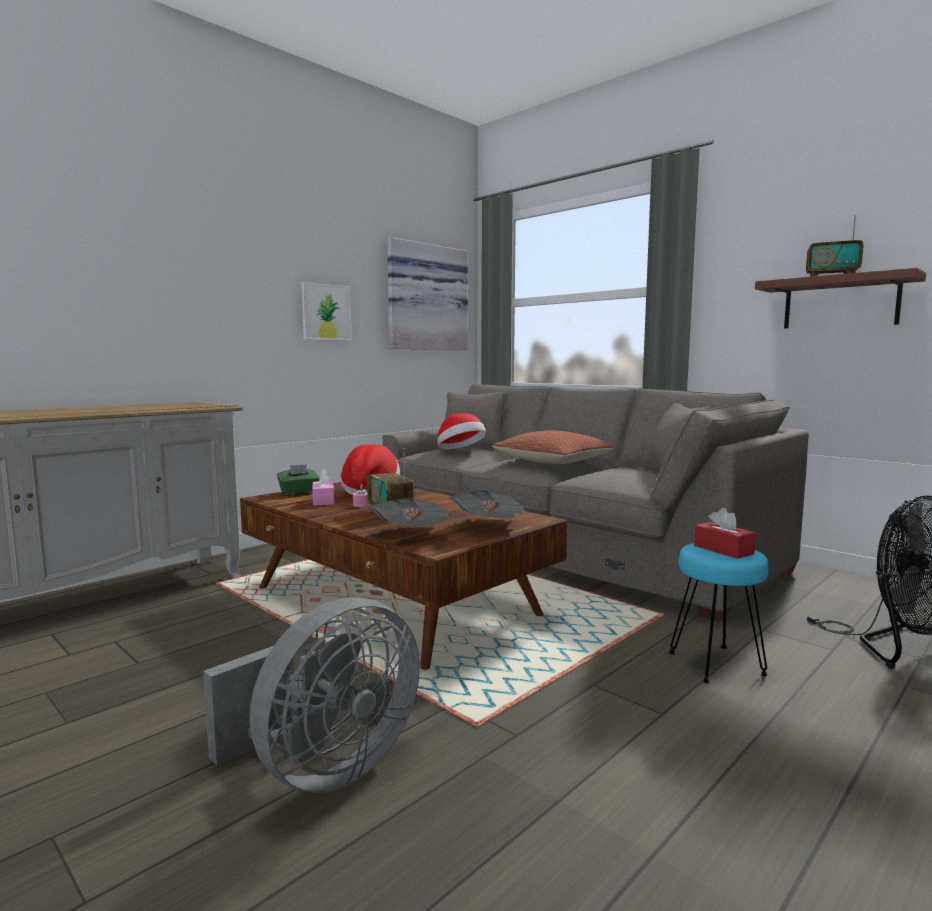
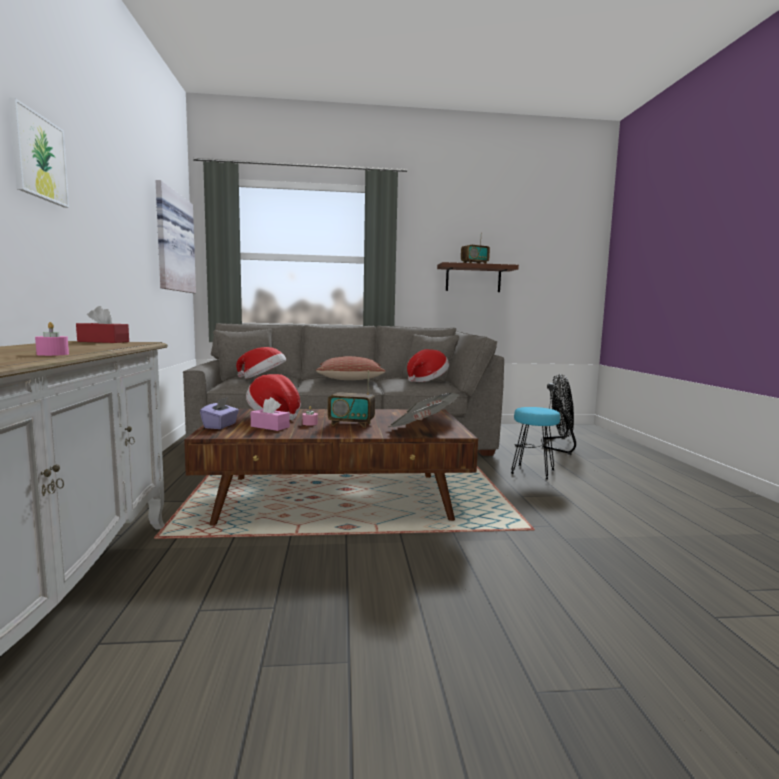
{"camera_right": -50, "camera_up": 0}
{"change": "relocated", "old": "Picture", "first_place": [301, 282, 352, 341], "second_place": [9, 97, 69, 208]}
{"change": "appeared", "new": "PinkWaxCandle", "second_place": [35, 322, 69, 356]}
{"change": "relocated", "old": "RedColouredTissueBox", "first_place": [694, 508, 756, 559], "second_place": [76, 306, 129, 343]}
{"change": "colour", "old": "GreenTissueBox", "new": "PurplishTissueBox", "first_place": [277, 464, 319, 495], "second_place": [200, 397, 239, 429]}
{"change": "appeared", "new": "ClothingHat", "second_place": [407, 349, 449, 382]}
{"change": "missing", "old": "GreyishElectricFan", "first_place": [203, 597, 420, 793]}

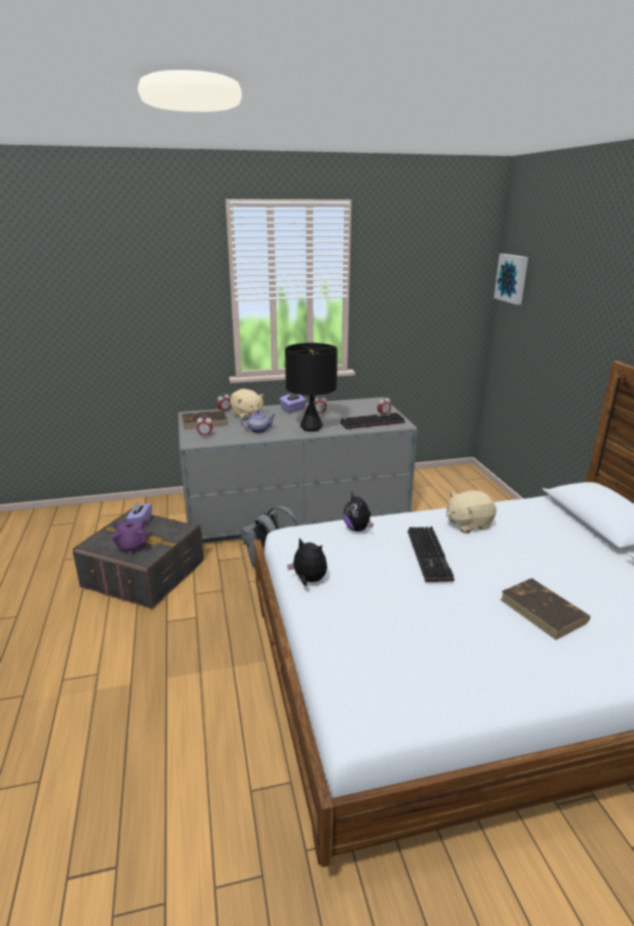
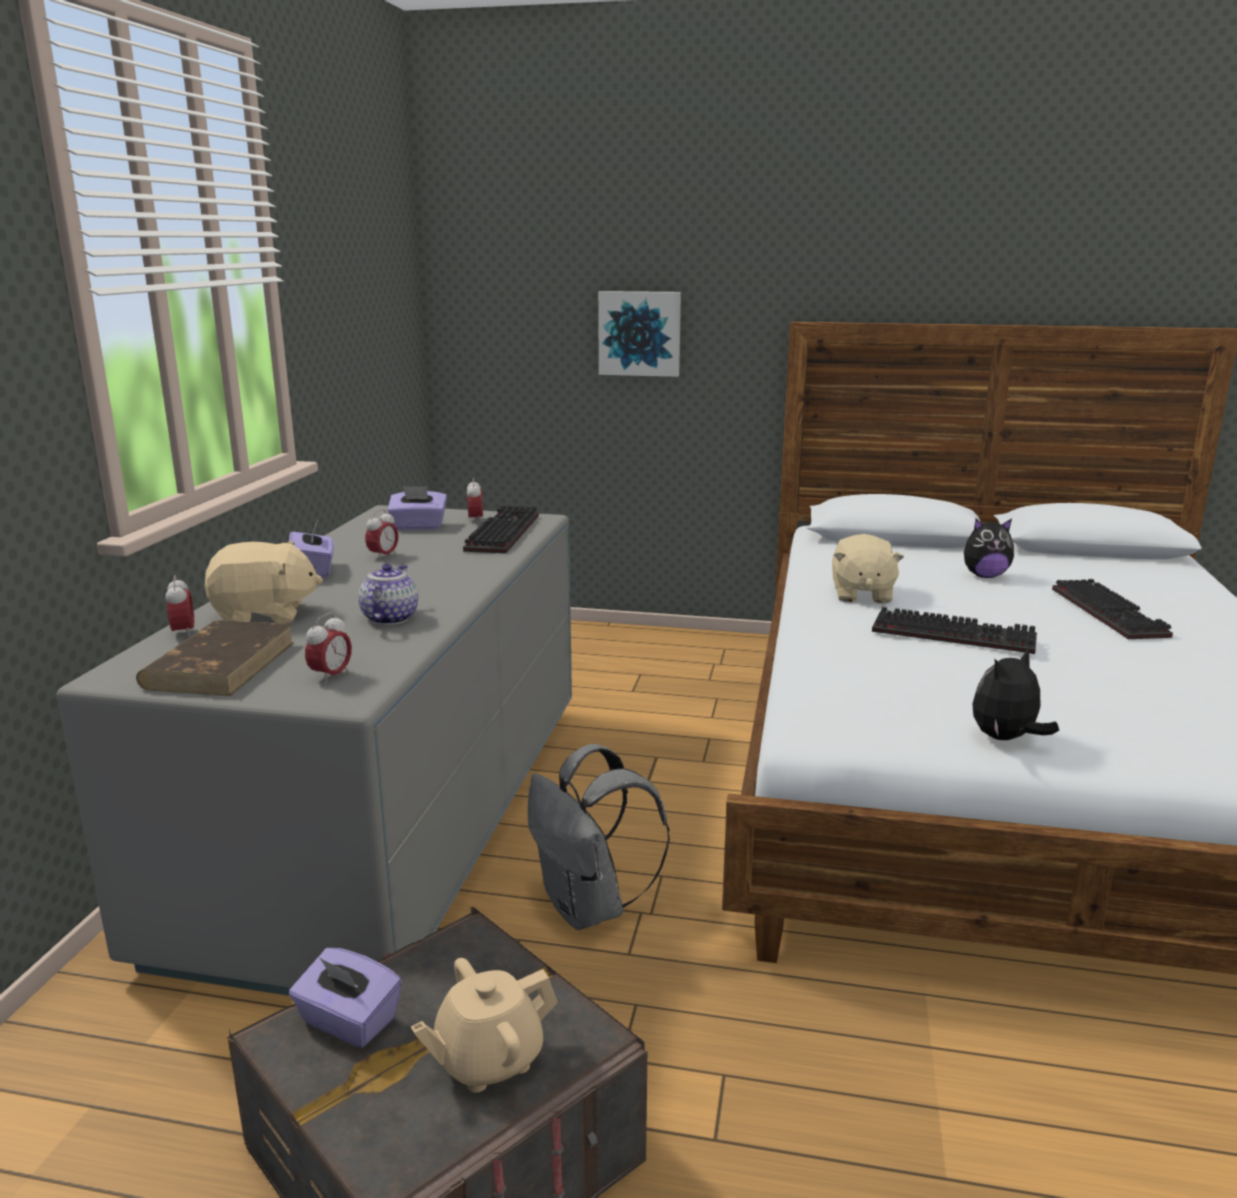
{"camera_right": -65, "camera_up": -5}
{"change": "appeared", "new": "PurplishTissueBox", "second_place": [387, 486, 447, 530]}
{"change": "colour", "old": "PurplishTeaPot", "new": "SandColouredTeaPot", "first_place": [111, 519, 148, 554], "second_place": [411, 958, 558, 1093]}
{"change": "relocated", "old": "Picture", "first_place": [494, 254, 528, 305], "second_place": [598, 291, 681, 377]}
{"change": "relocated", "old": "CuddlyToy", "first_place": [343, 491, 374, 532], "second_place": [964, 518, 1014, 578]}
{"change": "exchanged", "old": "BrownColouredBook", "new": "Keyboard", "first_place": [500, 578, 590, 640], "second_place": [1052, 579, 1173, 639]}
{"change": "missing", "old": "BlackColouredTabletopLamp", "first_place": [285, 343, 338, 432]}

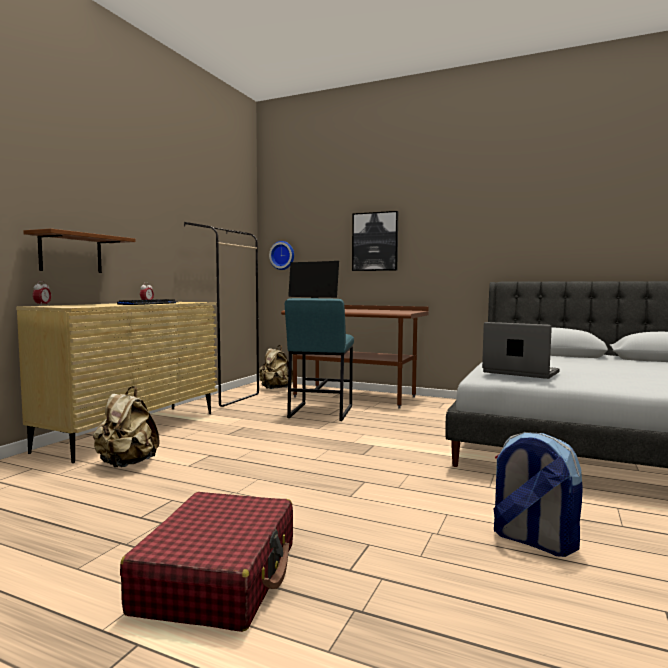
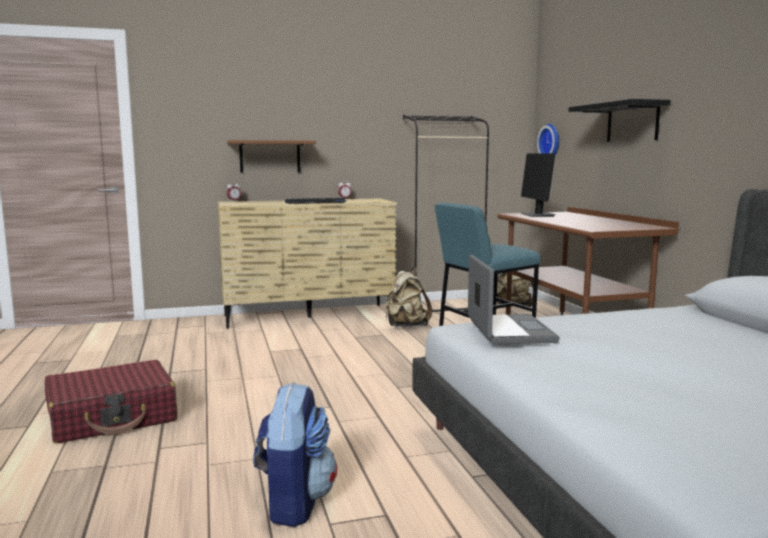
{"camera_right": 50, "camera_up": 5}
{"change": "relocated", "old": "SandColouredKnapsack", "first_place": [93, 386, 160, 467], "second_place": [386, 267, 432, 327]}
{"change": "exchanged", "old": "Picture", "new": "BlackColouredWallShelf", "first_place": [352, 211, 398, 271], "second_place": [569, 99, 671, 142]}

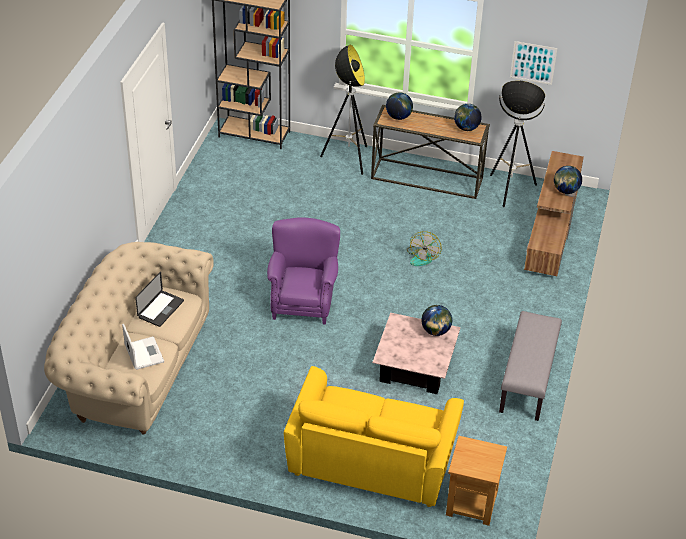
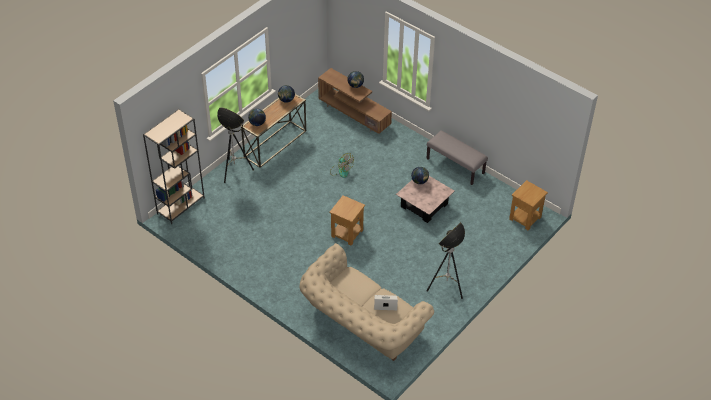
{"camera_right": -65, "camera_up": 5}
{"change": "exchanged", "old": "PurplishArmchair", "new": "BrownColouredAccentTable", "first_place": [267, 217, 340, 325], "second_place": [329, 195, 365, 246]}
{"change": "relocated", "old": "FloorLamp", "first_place": [490, 80, 545, 207], "second_place": [427, 222, 465, 299]}
{"change": "missing", "old": "PortableComputer", "first_place": [135, 272, 184, 327]}
{"change": "missing", "old": "YellowishSofa", "first_place": [284, 366, 464, 507]}
{"change": "missing", "old": "Picture", "first_place": [510, 41, 558, 85]}

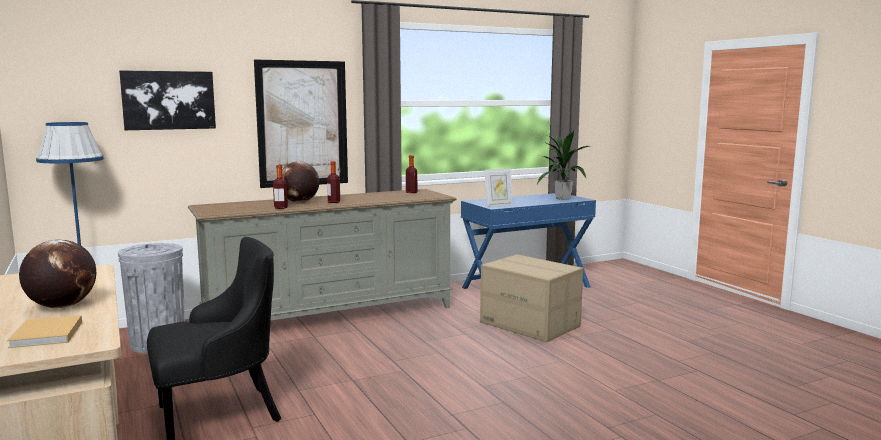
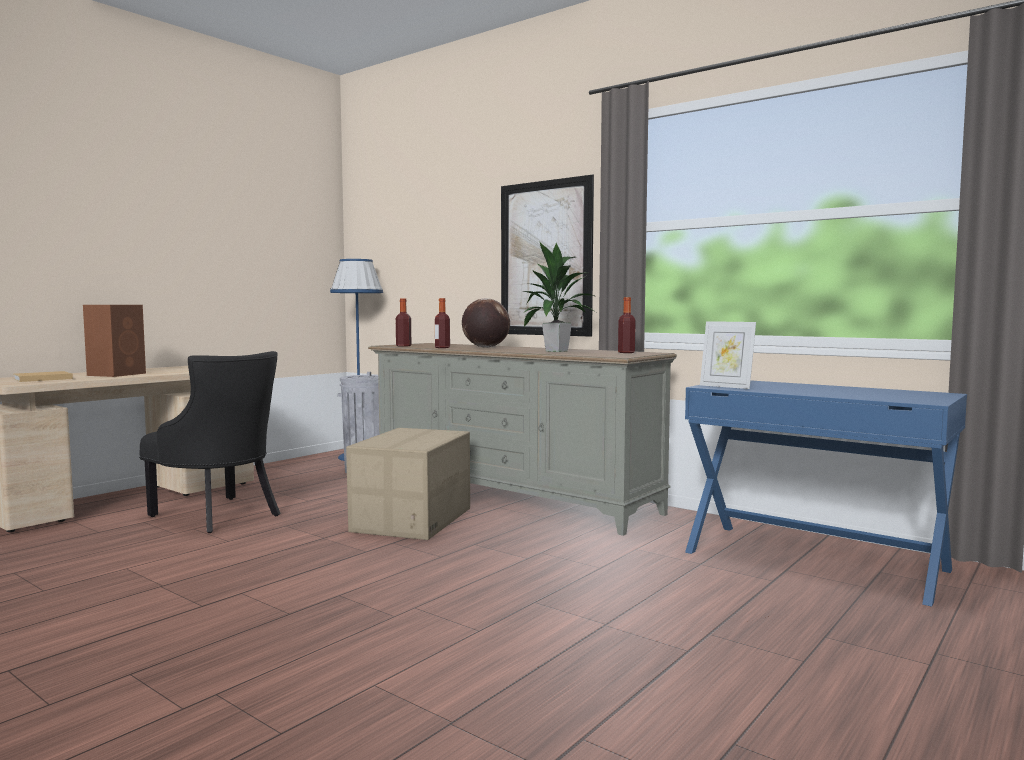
{"camera_right": 65, "camera_up": -5}
{"change": "exchanged", "old": "DeskGlobe", "new": "BrownColouredAudioSpeaker", "first_place": [19, 240, 96, 308], "second_place": [83, 305, 146, 377]}
{"change": "relocated", "old": "Carton", "first_place": [480, 254, 583, 342], "second_place": [346, 428, 470, 540]}
{"change": "relocated", "old": "BeverageBottle", "first_place": [327, 161, 340, 203], "second_place": [396, 298, 411, 347]}
{"change": "relocated", "old": "PlantInAPot", "first_place": [537, 131, 591, 200], "second_place": [520, 241, 596, 352]}
{"change": "missing", "old": "Picture", "first_place": [119, 70, 216, 130]}

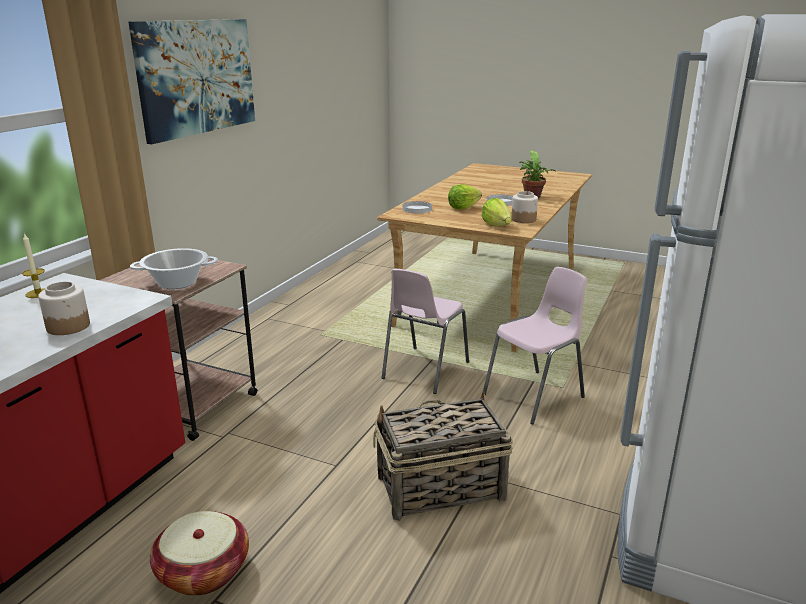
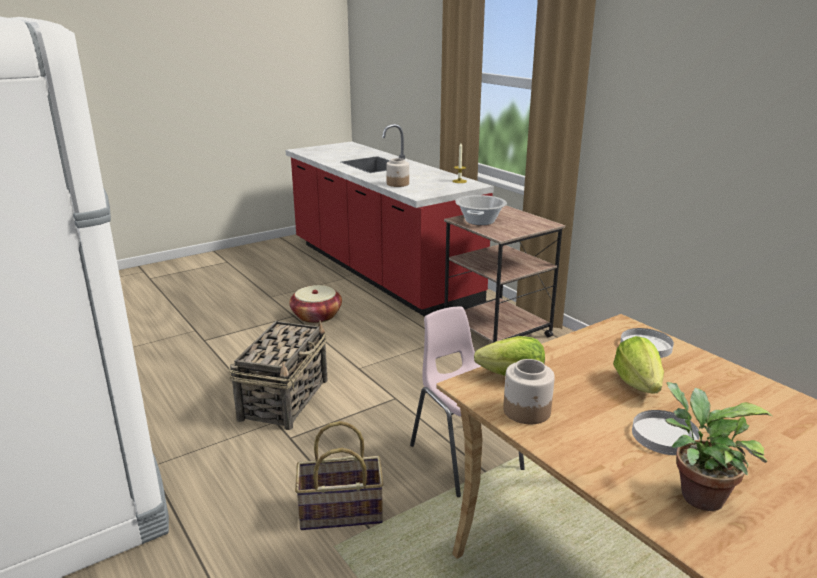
{"camera_right": 120, "camera_up": 0}
{"change": "exchanged", "old": "PinkUprightChair", "new": "Basket", "first_place": [483, 267, 587, 425], "second_place": [295, 421, 384, 530]}
{"change": "missing", "old": "Picture", "first_place": [128, 19, 255, 144]}

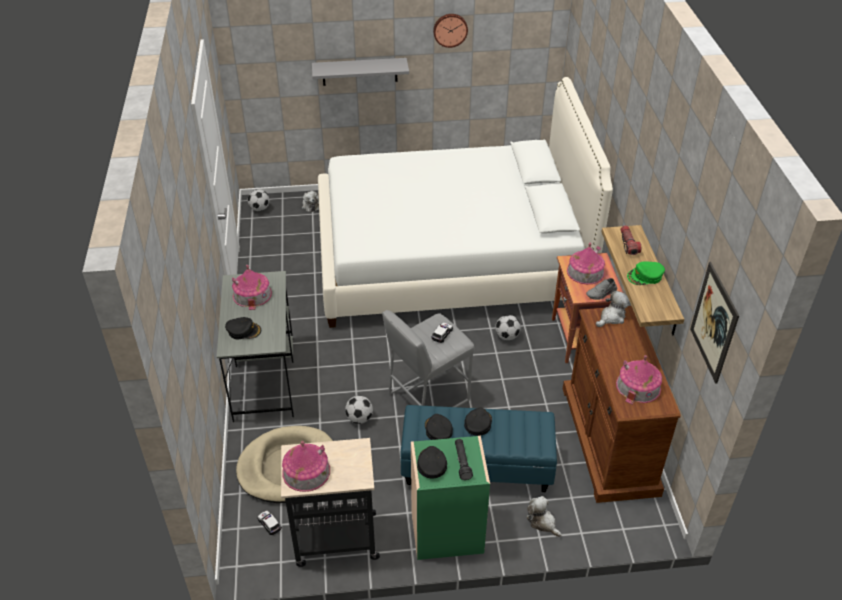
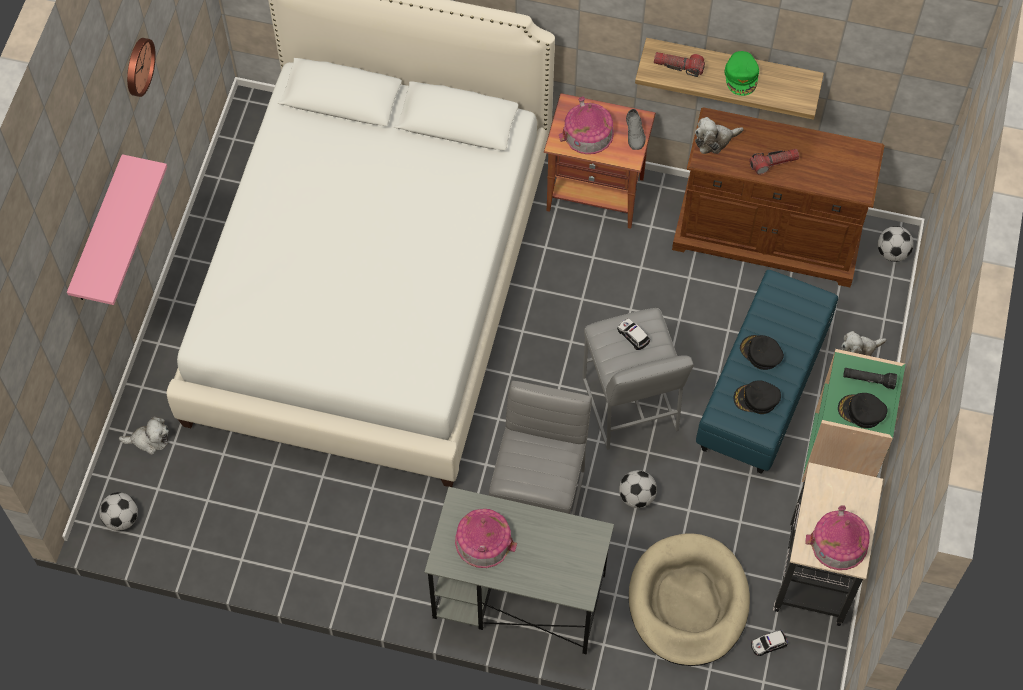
{"camera_right": -70, "camera_up": 20}
{"change": "colour", "old": "GreyishWallShelf", "new": "PinkWallShelf", "first_place": [312, 58, 409, 86], "second_place": [67, 154, 167, 305]}
{"change": "appeared", "new": "GreyishSittingStool", "second_place": [489, 381, 592, 515]}
{"change": "spun", "old": "CuddlyToy", "first_place": [596, 291, 630, 327], "second_place": [695, 117, 744, 154], "degrees": -90}
{"change": "appeared", "new": "HandTorch", "second_place": [749, 149, 799, 175]}
{"change": "relocated", "old": "Football", "first_place": [495, 315, 521, 340], "second_place": [878, 226, 914, 262]}
{"change": "missing", "old": "BlackColouredBaseballCap", "first_place": [225, 317, 261, 340]}
{"change": "missing", "old": "MiniatureHouse", "first_place": [616, 355, 662, 405]}
{"change": "missing", "old": "Picture", "first_place": [690, 262, 739, 384]}

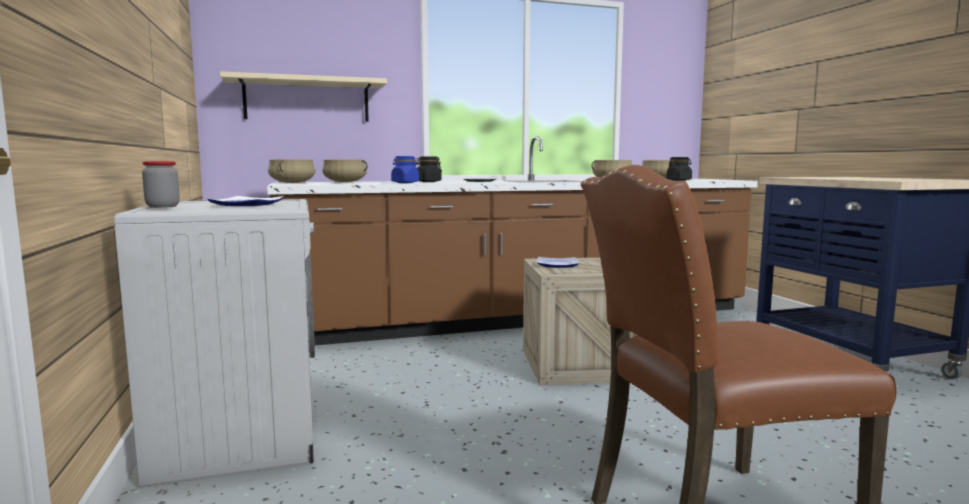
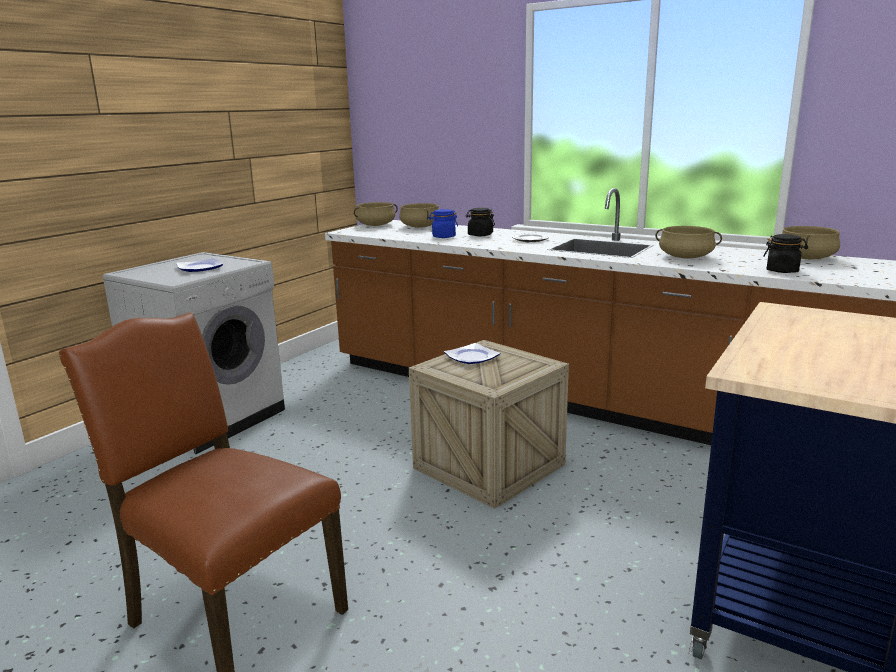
{"camera_right": 50, "camera_up": 10}
{"change": "missing", "old": "Jar", "first_place": [142, 161, 180, 208]}
{"change": "missing", "old": "SandColouredWallShelf", "first_place": [220, 71, 387, 122]}

